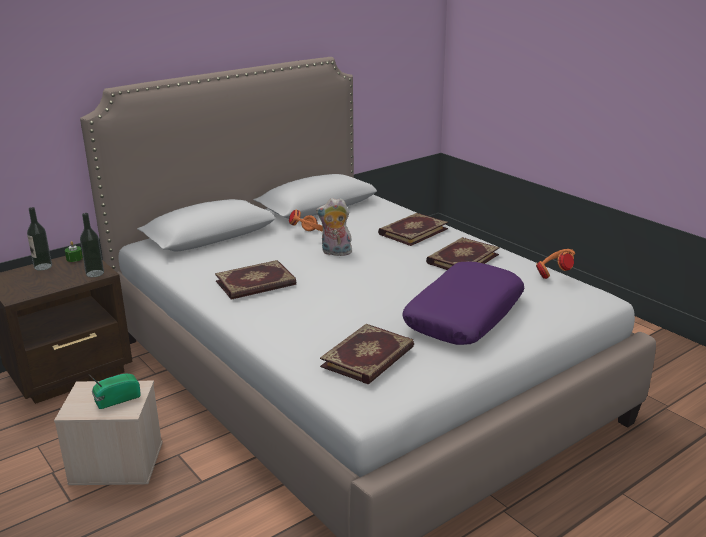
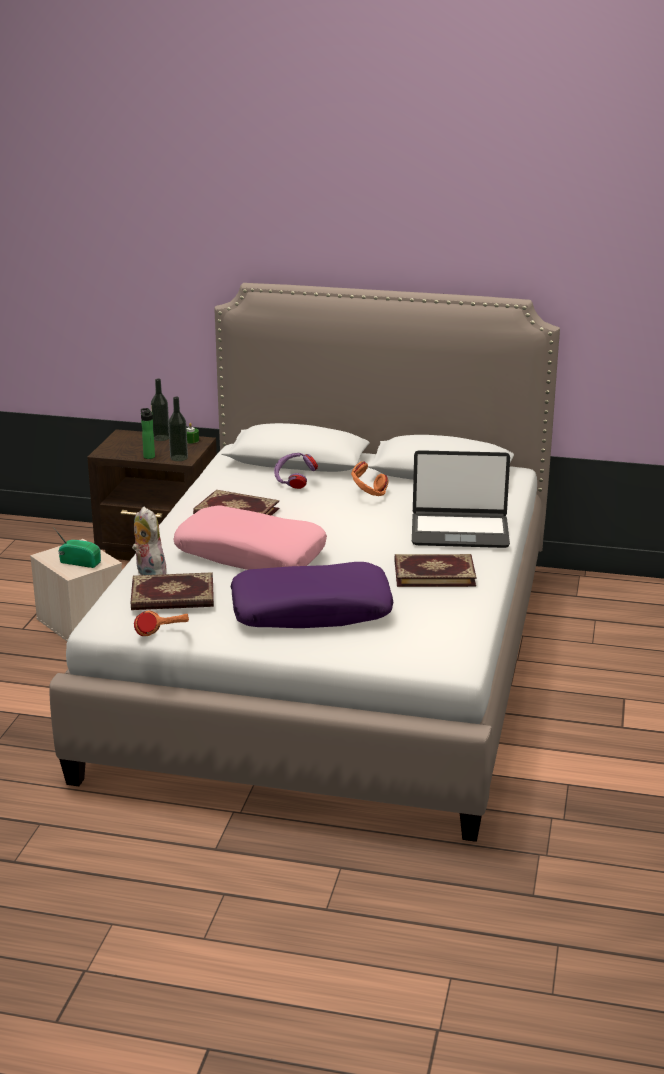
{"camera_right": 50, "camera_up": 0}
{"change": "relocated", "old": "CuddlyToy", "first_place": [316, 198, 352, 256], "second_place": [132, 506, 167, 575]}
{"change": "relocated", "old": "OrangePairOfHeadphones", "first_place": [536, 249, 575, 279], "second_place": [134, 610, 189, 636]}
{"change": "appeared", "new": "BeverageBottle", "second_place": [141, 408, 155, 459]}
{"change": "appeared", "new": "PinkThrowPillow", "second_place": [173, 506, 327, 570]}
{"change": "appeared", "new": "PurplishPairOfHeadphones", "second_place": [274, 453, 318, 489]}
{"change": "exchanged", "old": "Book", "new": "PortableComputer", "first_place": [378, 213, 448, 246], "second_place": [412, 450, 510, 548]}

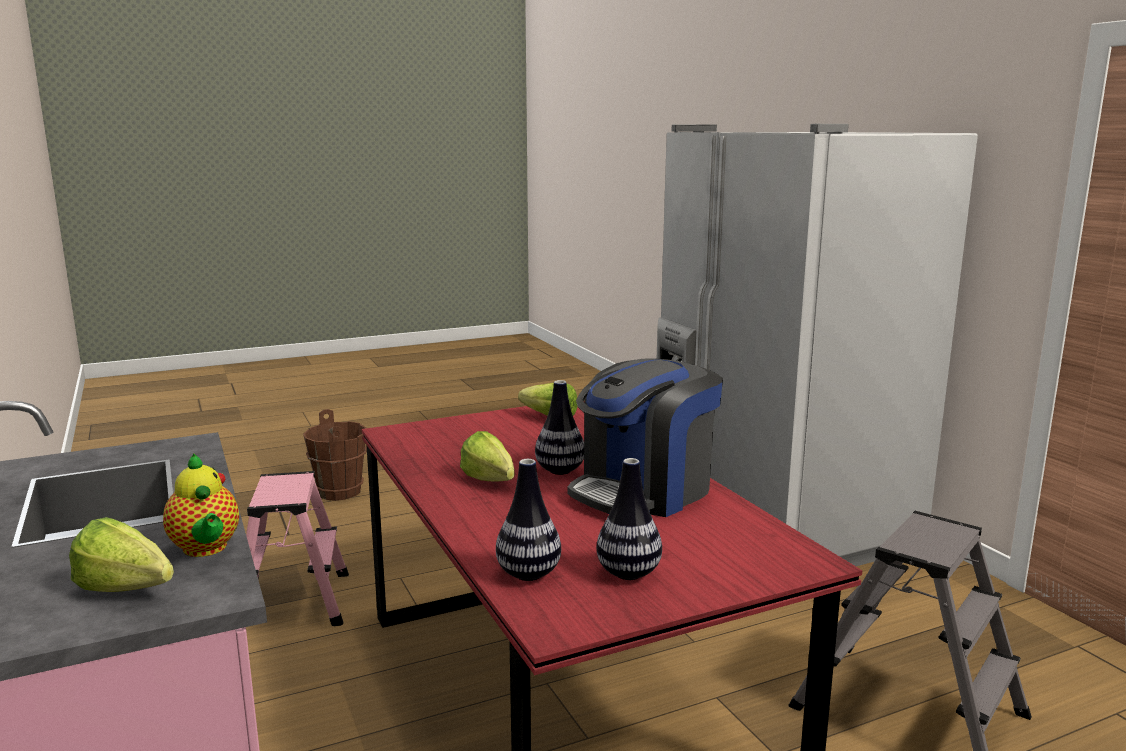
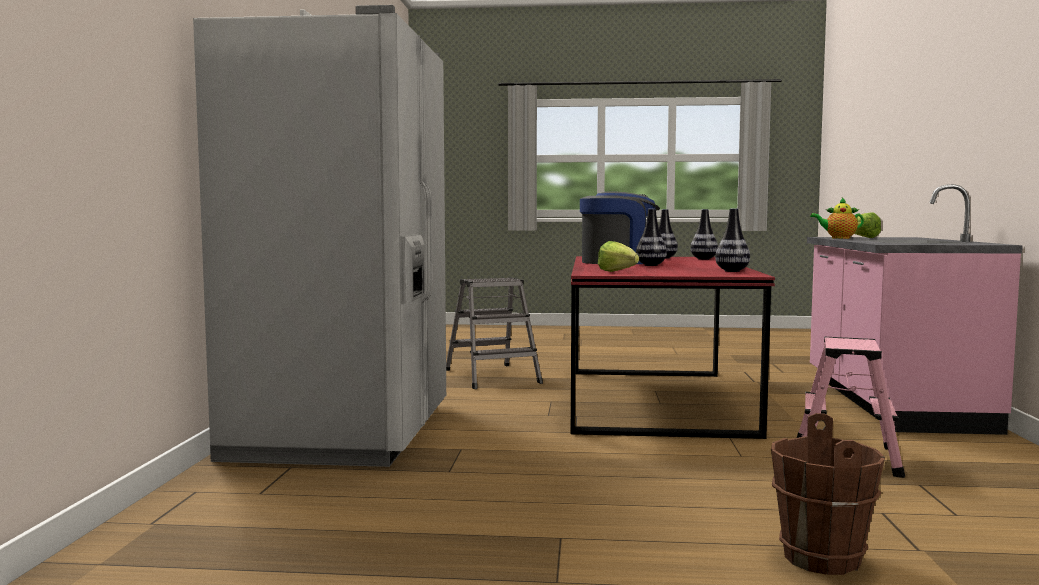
{"camera_right": -150, "camera_up": -10}
{"change": "appeared", "new": "DecorativeVase", "second_place": [715, 208, 750, 272]}
{"change": "spun", "old": "TeaPot", "first_place": [163, 454, 239, 557], "second_place": [810, 198, 864, 239], "degrees": -75}
{"change": "missing", "old": "Lettuce", "first_place": [460, 431, 515, 481]}

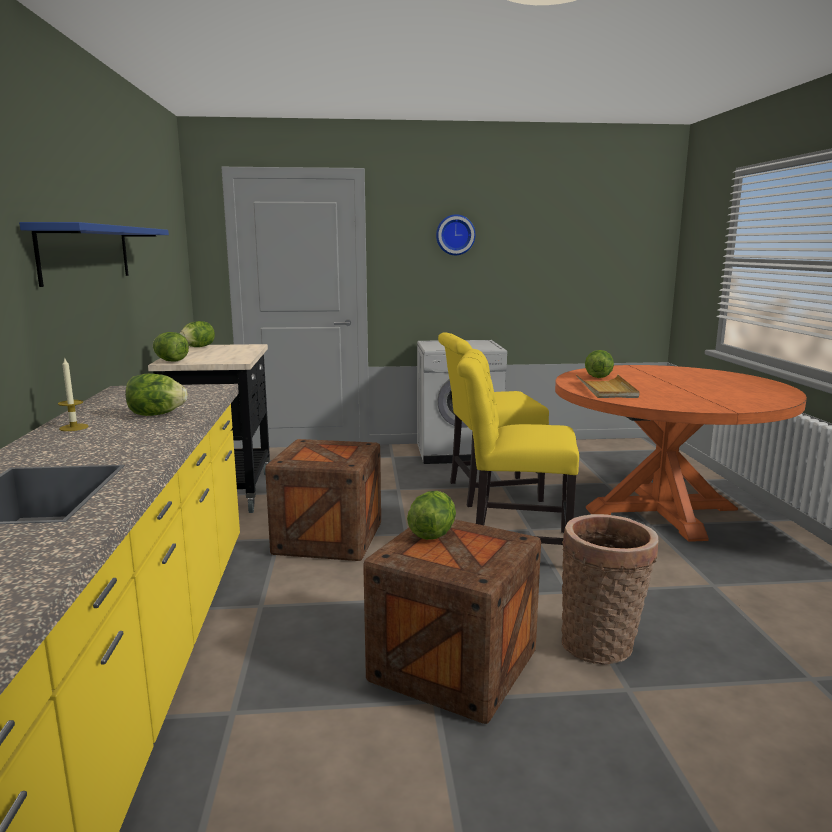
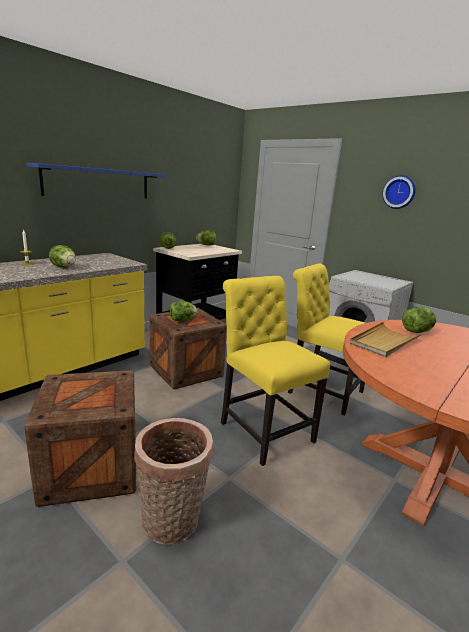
{"camera_right": 45, "camera_up": 5}
{"change": "relocated", "old": "Lettuce", "first_place": [407, 491, 456, 540], "second_place": [170, 301, 198, 322]}

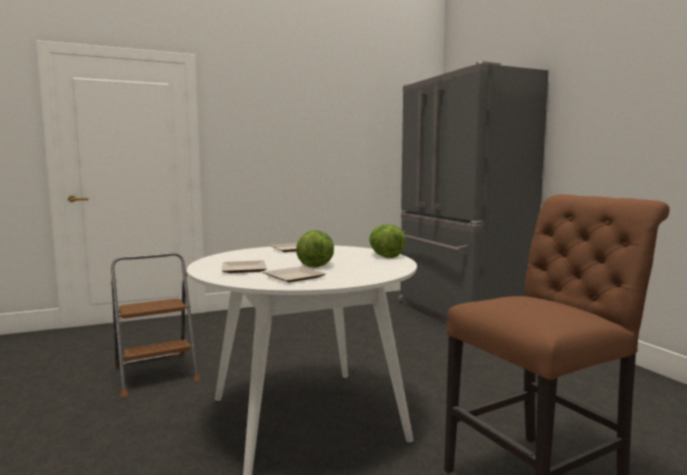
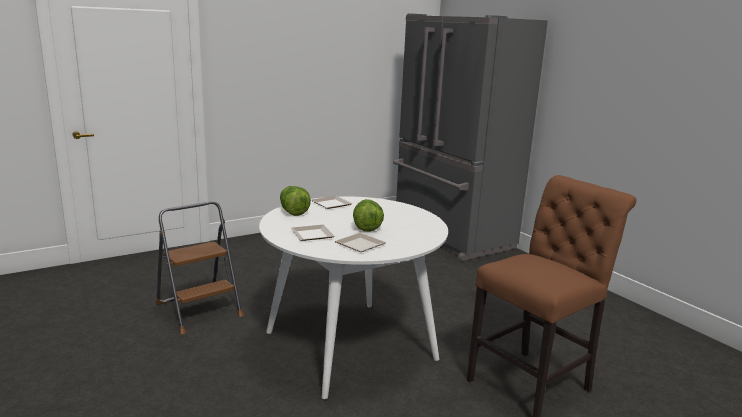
{"camera_right": -10, "camera_up": 10}
{"change": "relocated", "old": "Lettuce", "first_place": [369, 224, 406, 258], "second_place": [280, 186, 311, 216]}

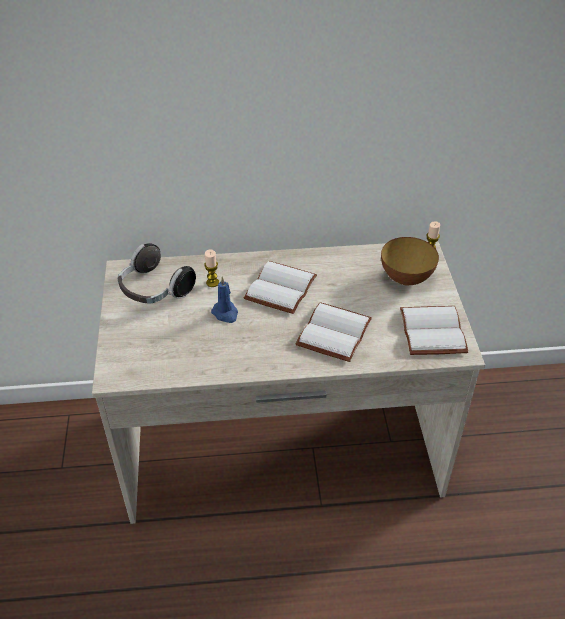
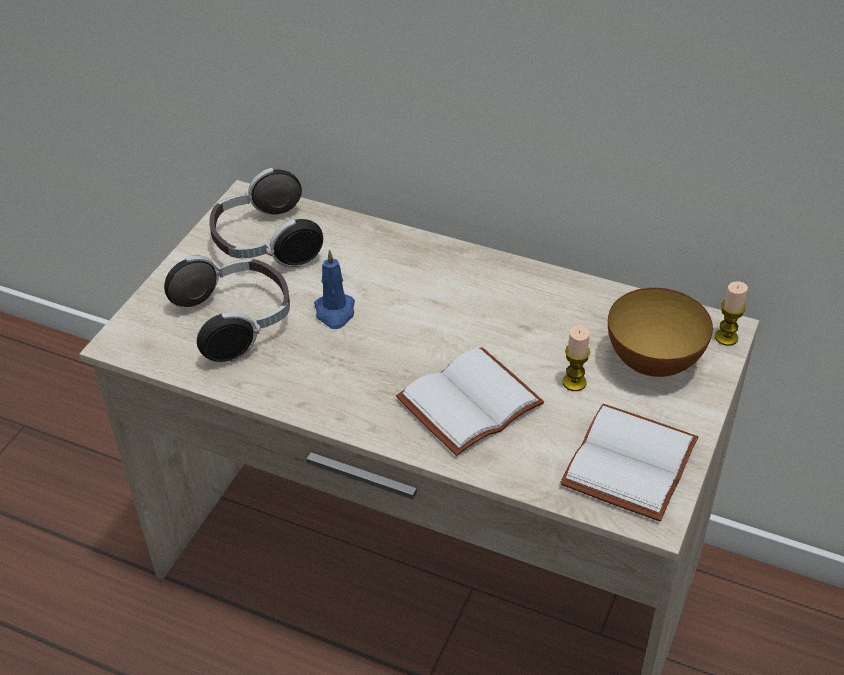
{"camera_right": 30, "camera_up": 0}
{"change": "appeared", "new": "PairOfHeadphones", "second_place": [164, 255, 290, 362]}
{"change": "relocated", "old": "WaxCandle", "first_place": [204, 249, 219, 287], "second_place": [563, 325, 590, 391]}
{"change": "missing", "old": "WhiteBook", "first_place": [244, 261, 317, 314]}

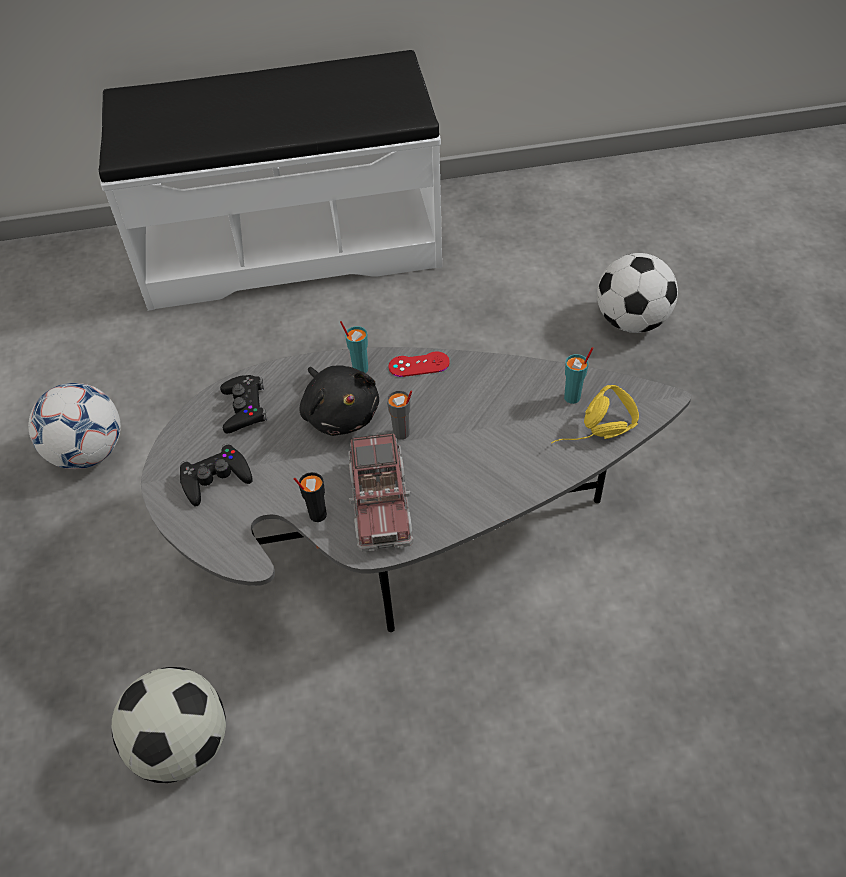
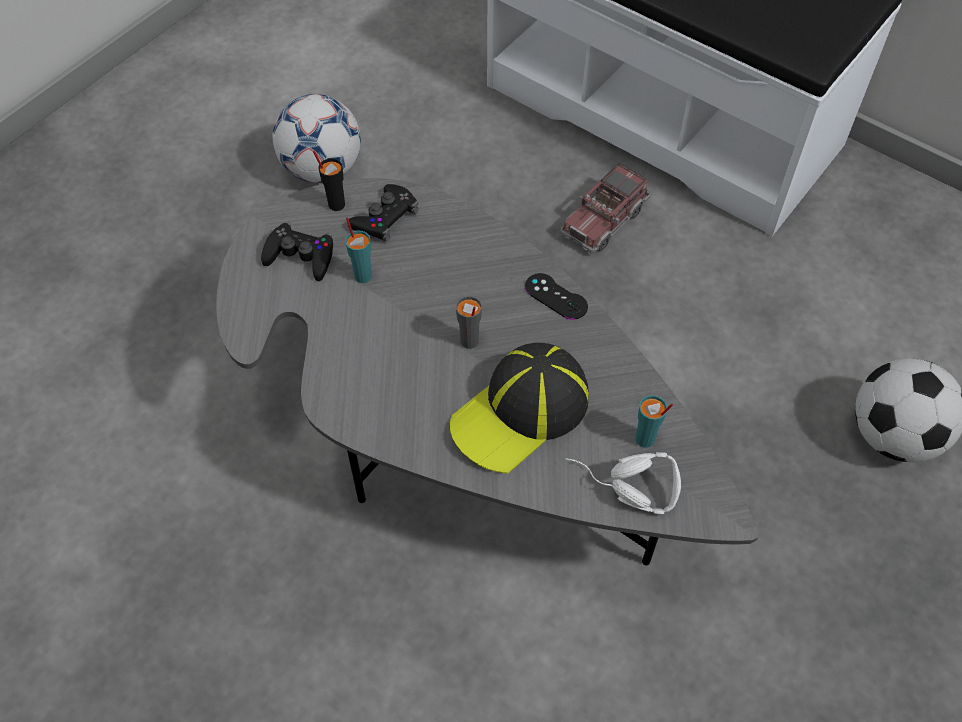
{"camera_right": 45, "camera_up": 5}
{"change": "relocated", "old": "BlackColouredSmallCup", "first_place": [294, 472, 327, 522], "second_place": [313, 151, 345, 211]}
{"change": "relocated", "old": "TurquoiseColouredSmallCup", "first_place": [340, 321, 368, 373], "second_place": [345, 217, 372, 283]}
{"change": "appeared", "new": "BaseballCap", "second_place": [450, 343, 589, 474]}
{"change": "colour", "old": "RedColouredGamepad", "new": "BlackColouredGamepad", "first_place": [389, 351, 450, 377], "second_place": [525, 273, 588, 320]}
{"change": "relocated", "old": "ModelTruck", "first_place": [348, 433, 414, 552], "second_place": [560, 163, 650, 253]}
{"change": "colour", "old": "YellowishPairOfHeadphones", "new": "WhitePairOfHeadphones", "first_place": [551, 385, 639, 443], "second_place": [566, 452, 681, 514]}
{"change": "missing", "old": "Football", "first_place": [112, 667, 226, 783]}
{"change": "missing", "old": "BlackColouredCuddlyToy", "first_place": [300, 365, 379, 436]}

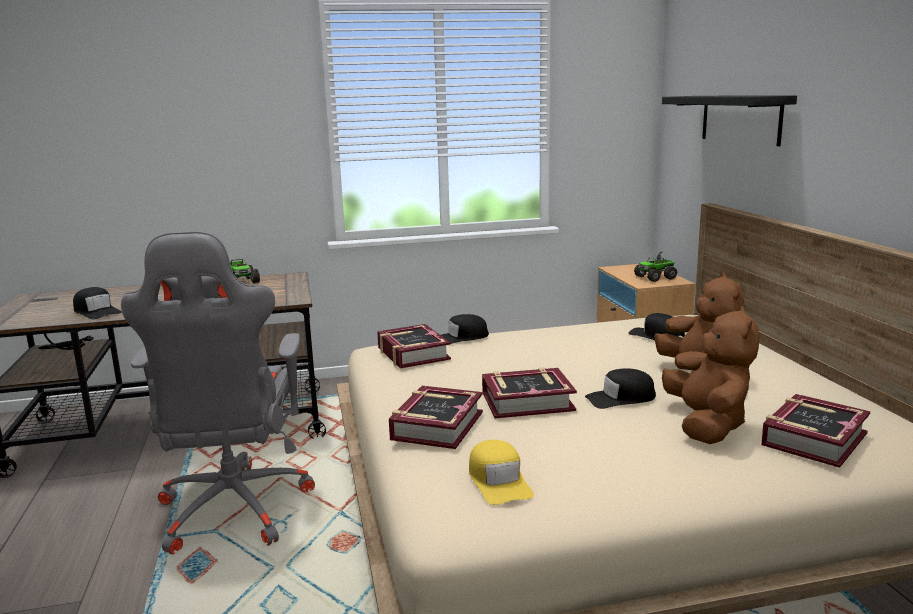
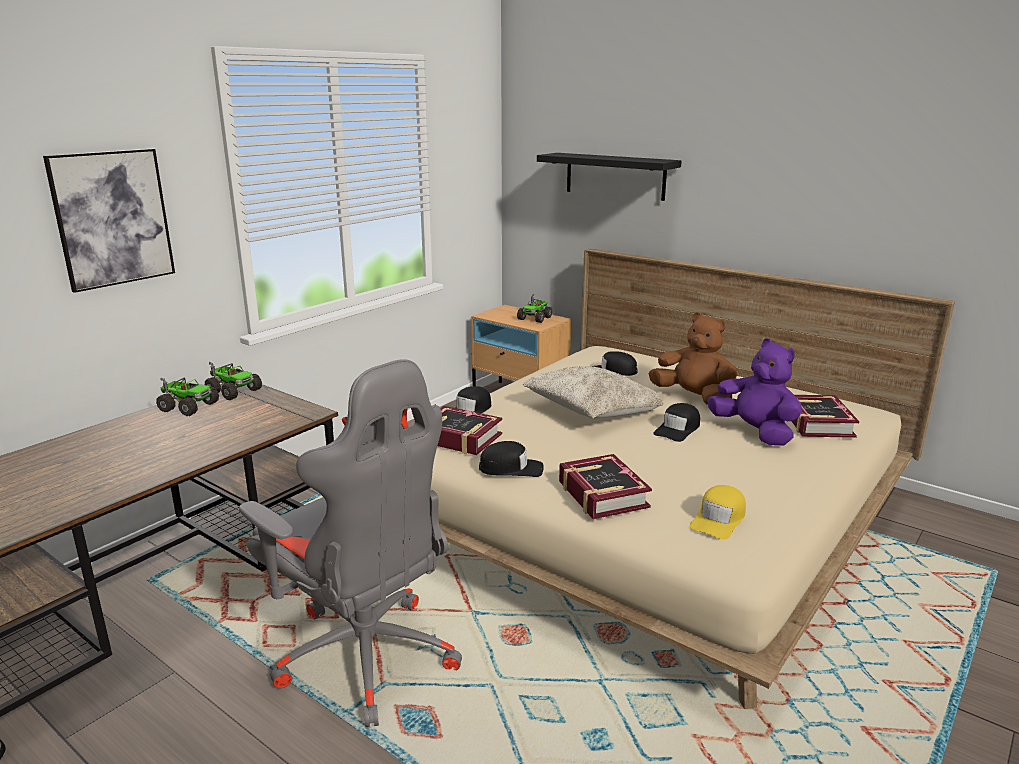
{"camera_right": -40, "camera_up": 5}
{"change": "appeared", "new": "Picture", "second_place": [43, 149, 175, 293]}
{"change": "appeared", "new": "ModelTruck", "second_place": [204, 362, 262, 400]}
{"change": "relocated", "old": "BlackColouredBaseballCap", "first_place": [73, 287, 122, 319], "second_place": [479, 441, 544, 477]}
{"change": "appeared", "new": "SandColouredThrowPillow", "second_place": [523, 366, 664, 418]}
{"change": "spun", "old": "YellowishBaseballCap", "first_place": [469, 440, 534, 505], "second_place": [690, 485, 746, 540], "degrees": 90}
{"change": "colour", "old": "BrownColouredCuddlyToy", "new": "PurplishCuddlyToy", "first_place": [662, 306, 759, 444], "second_place": [707, 338, 802, 445]}
{"change": "missing", "old": "Book", "first_place": [482, 368, 577, 418]}

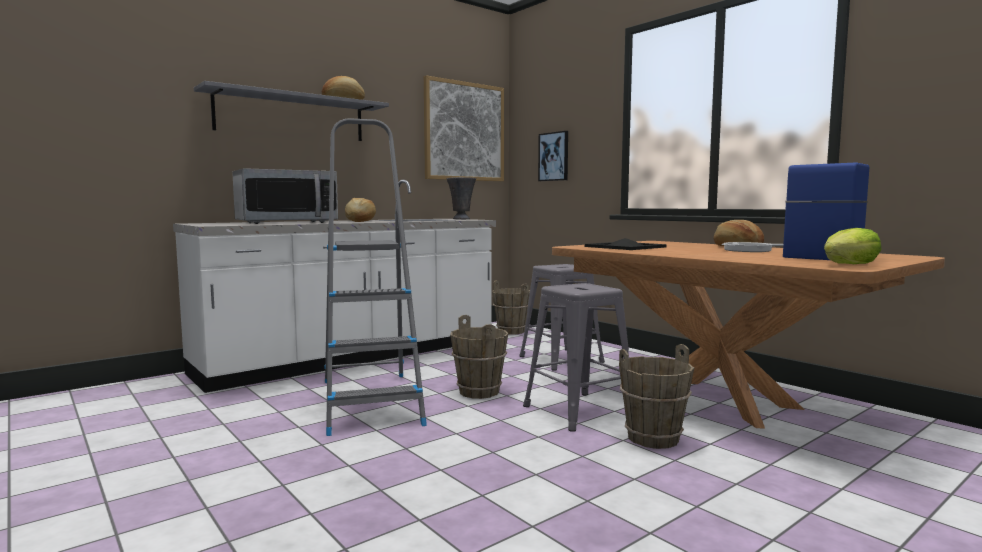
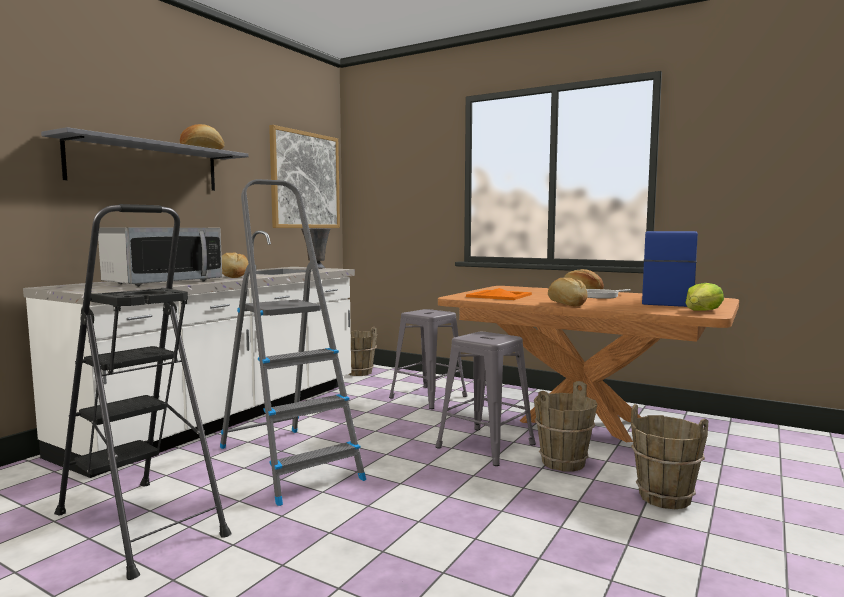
{"camera_right": -20, "camera_up": 0}
{"change": "appeared", "new": "Stepladder", "second_place": [54, 204, 232, 580]}
{"change": "colour", "old": "BlackColouredTray", "new": "OrangeTray", "first_place": [585, 238, 667, 250], "second_place": [466, 288, 532, 300]}
{"change": "appeared", "new": "BakeryBread", "second_place": [548, 278, 587, 307]}
{"change": "relocated", "old": "BrownColouredPail", "first_place": [450, 315, 508, 399], "second_place": [631, 404, 708, 509]}
{"change": "missing", "old": "Picture", "first_place": [538, 131, 568, 181]}

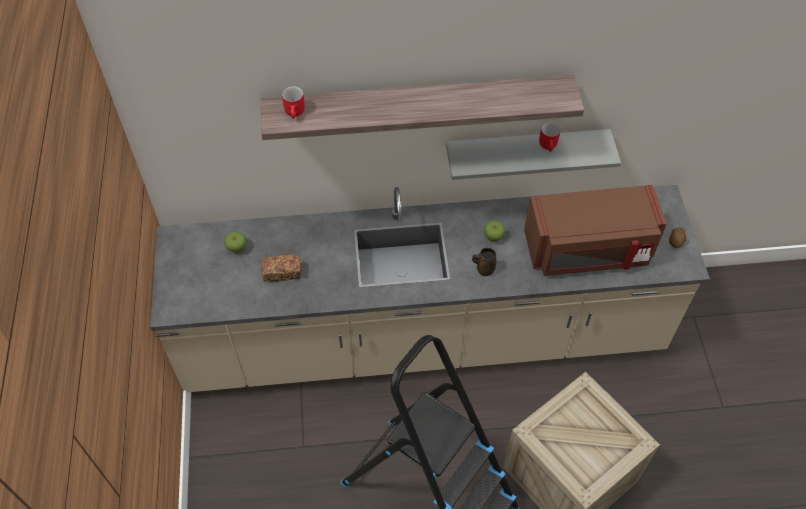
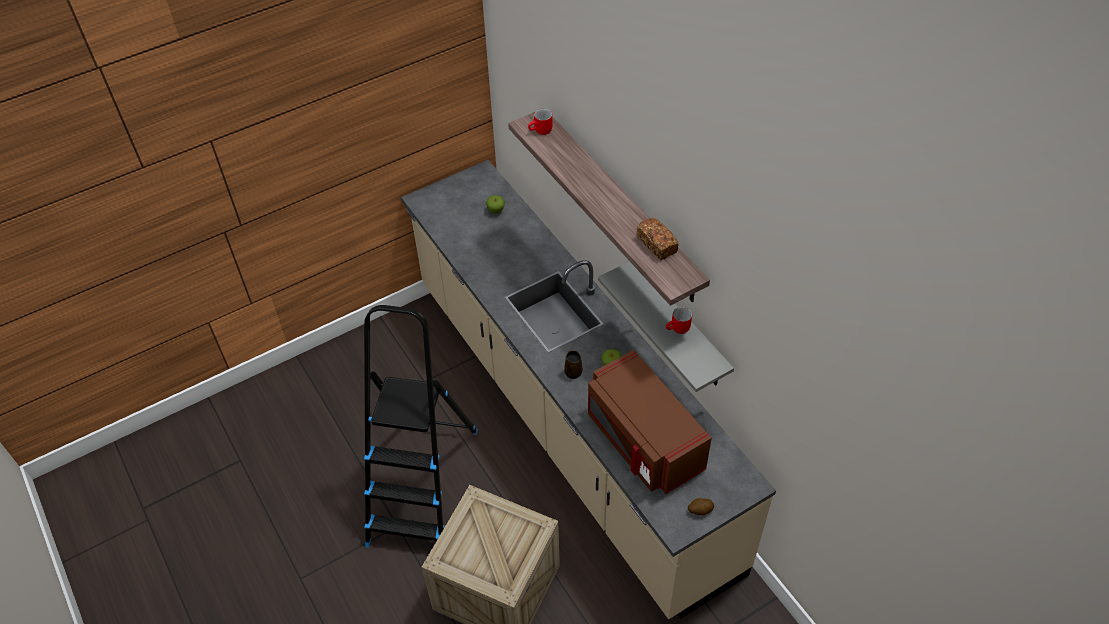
{"camera_right": 65, "camera_up": -5}
{"change": "relocated", "old": "BakeryBread", "first_place": [261, 255, 301, 282], "second_place": [637, 218, 679, 260]}

